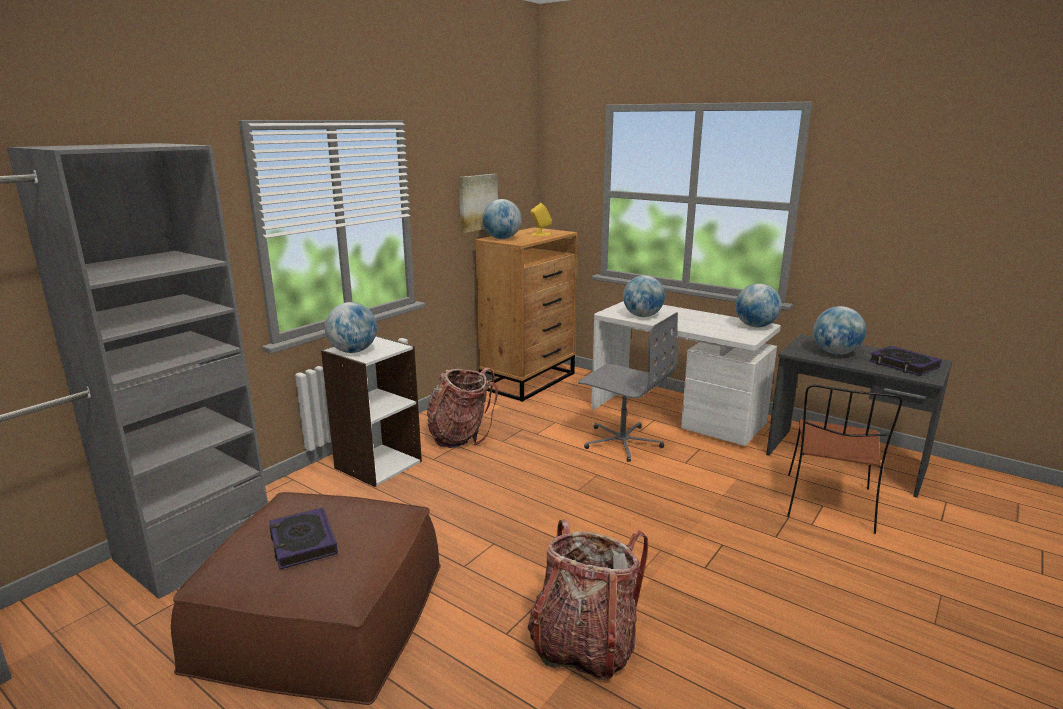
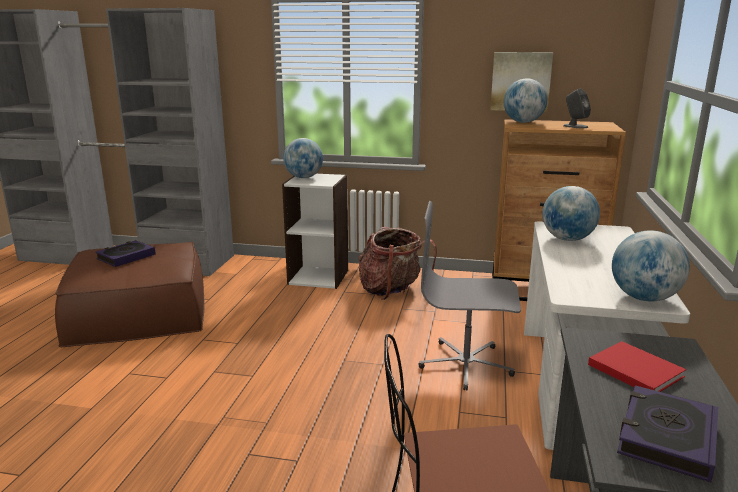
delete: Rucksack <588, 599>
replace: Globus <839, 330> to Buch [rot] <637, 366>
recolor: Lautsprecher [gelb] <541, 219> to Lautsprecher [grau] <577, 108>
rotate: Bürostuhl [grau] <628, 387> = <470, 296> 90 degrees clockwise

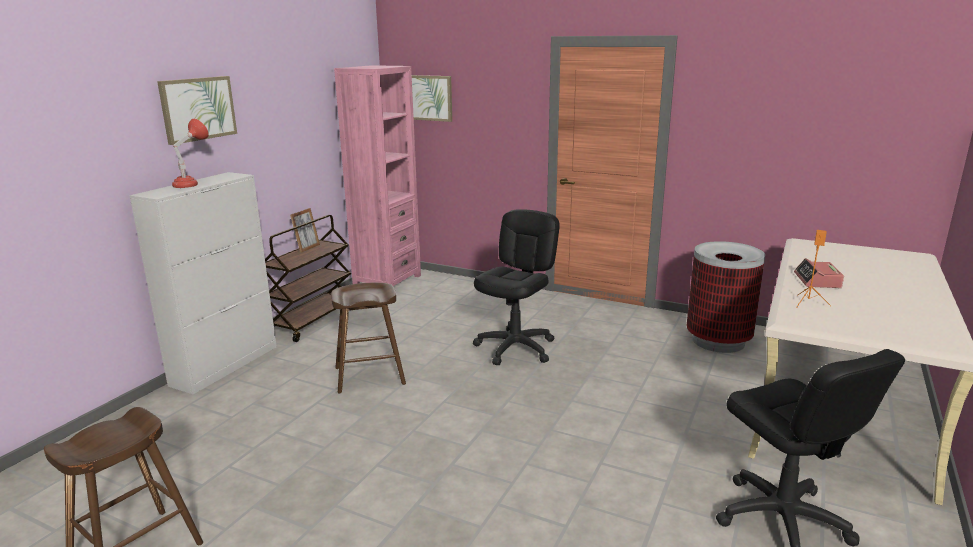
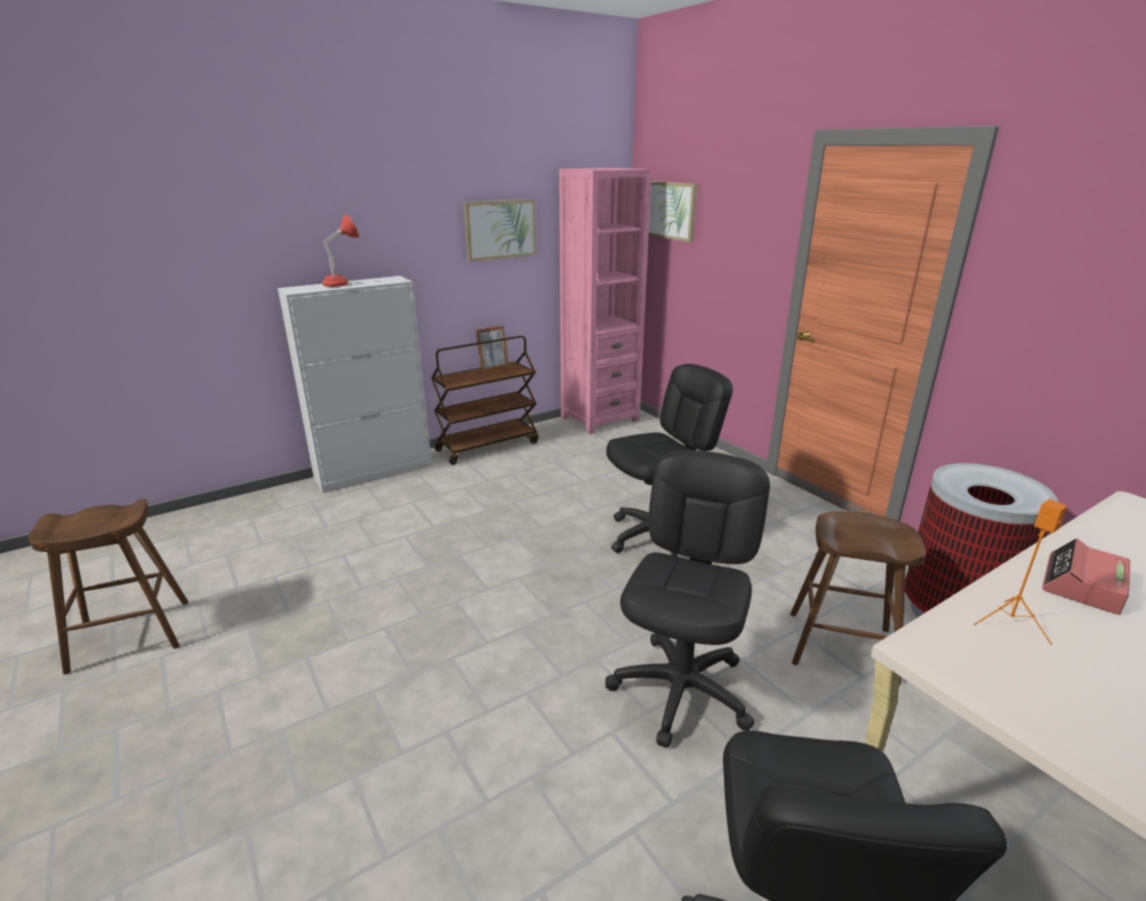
insert: Bürostuhl [schwarz] <687, 599>
move: Bild <197, 110> to <500, 230>; Hocker [braun] <368, 338> to <858, 598>

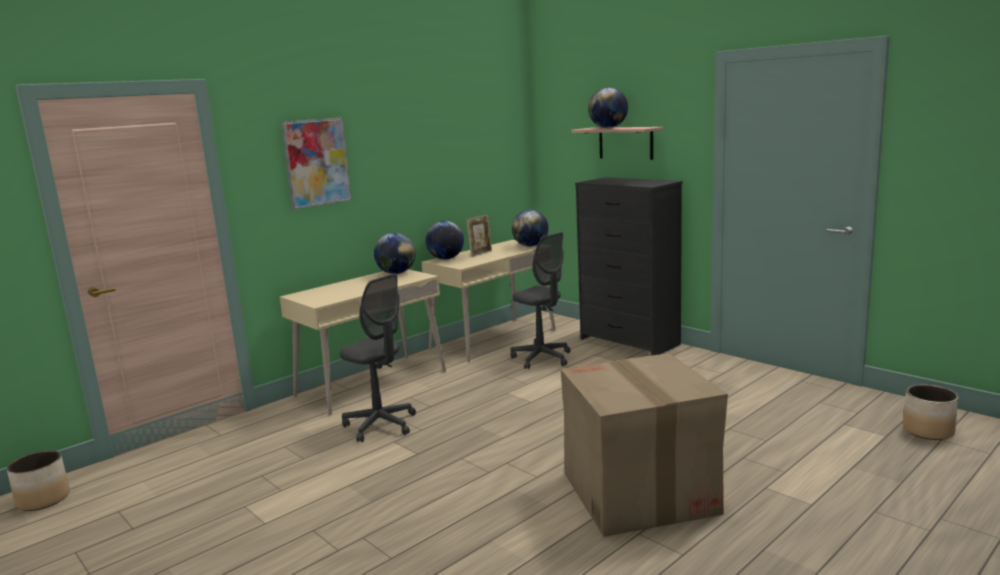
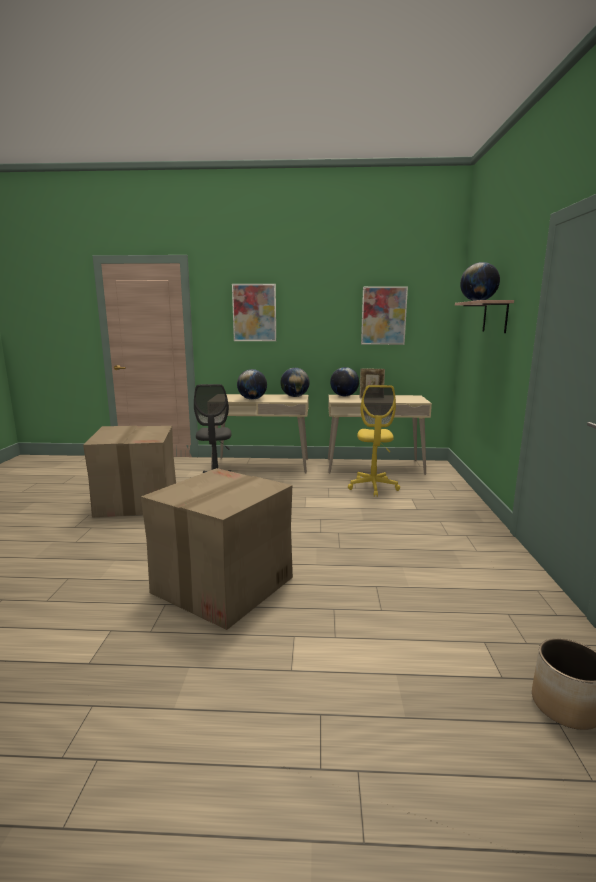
delete: Kommode [schwarz] <628, 266>; Pflanzkübel <38, 480>
insert: Bild <384, 315>; Karton <129, 472>
move: Globus <530, 228> to <252, 384>
recolor: Bürostuhl [grau] <541, 300> to Bürostuhl [gelb] <374, 441>

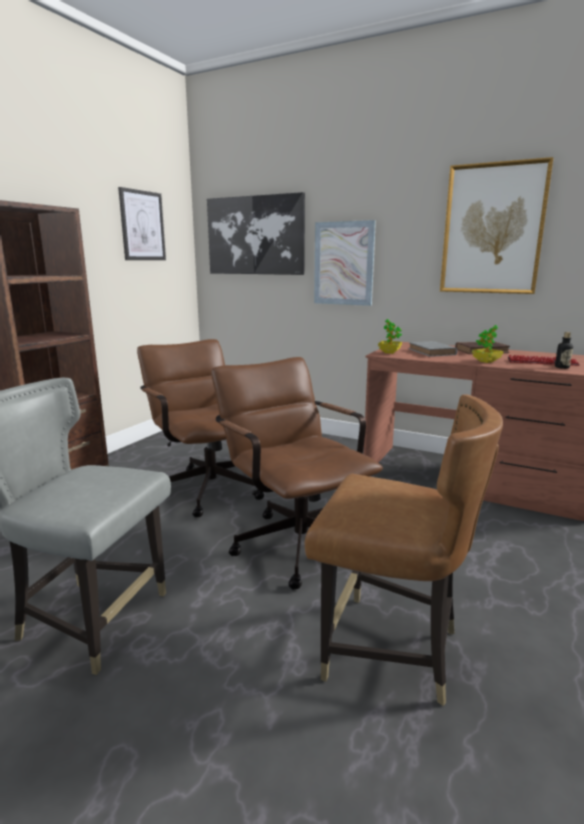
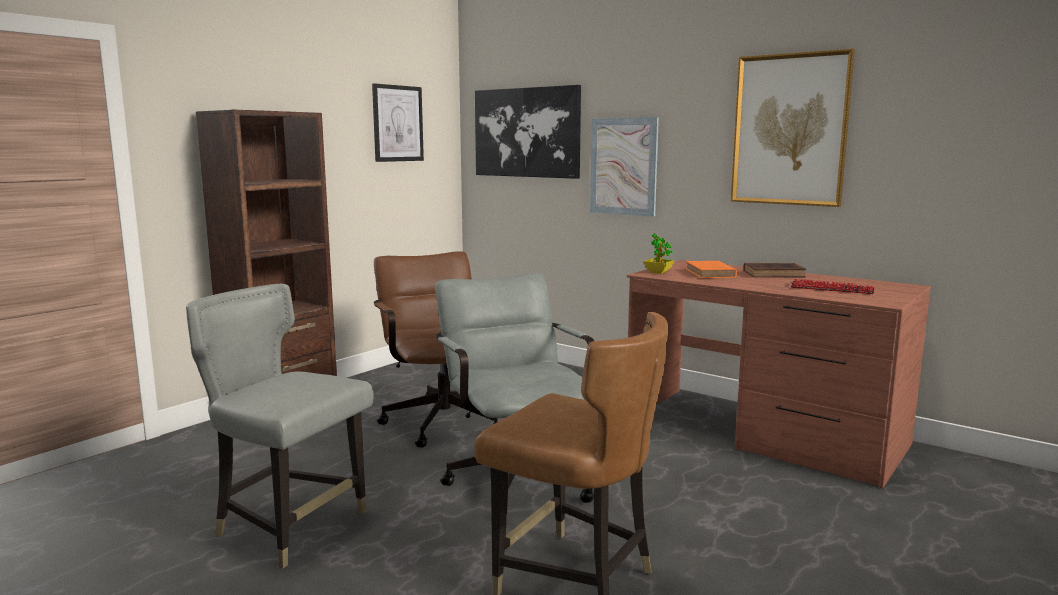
delete: Topfpflanze <488, 344>; Flasche <564, 350>
recolor: Buch [grau] <433, 349> to Buch [orange] <711, 269>; Bürostuhl [braun] <297, 473> to Bürostuhl [grau] <514, 388>

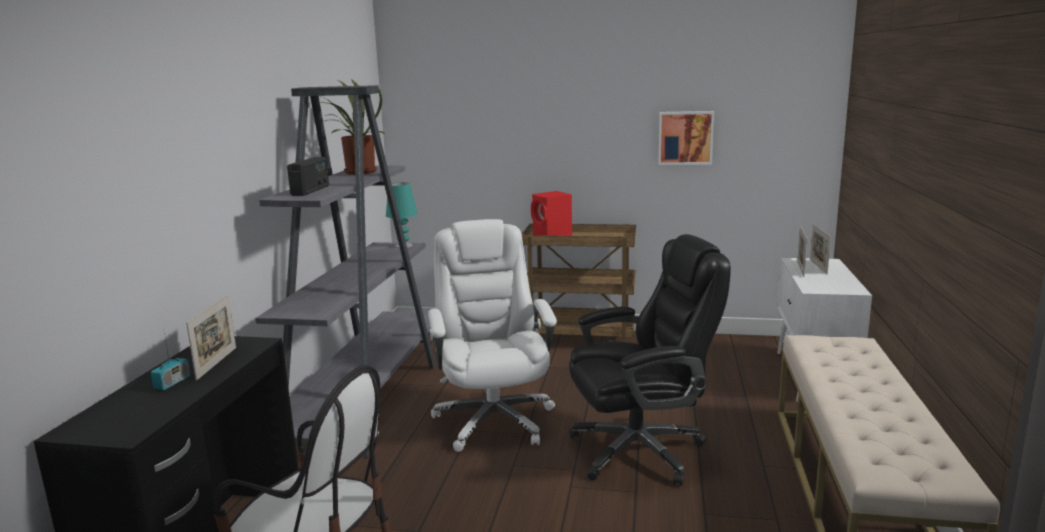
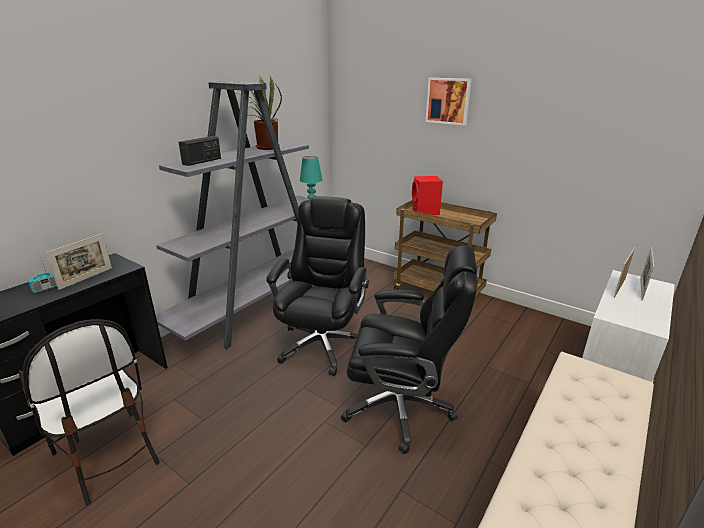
move: Bild <686, 138> to <449, 101>
recolor: Bürostuhl [weiß] <492, 335> to Bürostuhl [schwarz] <317, 286>

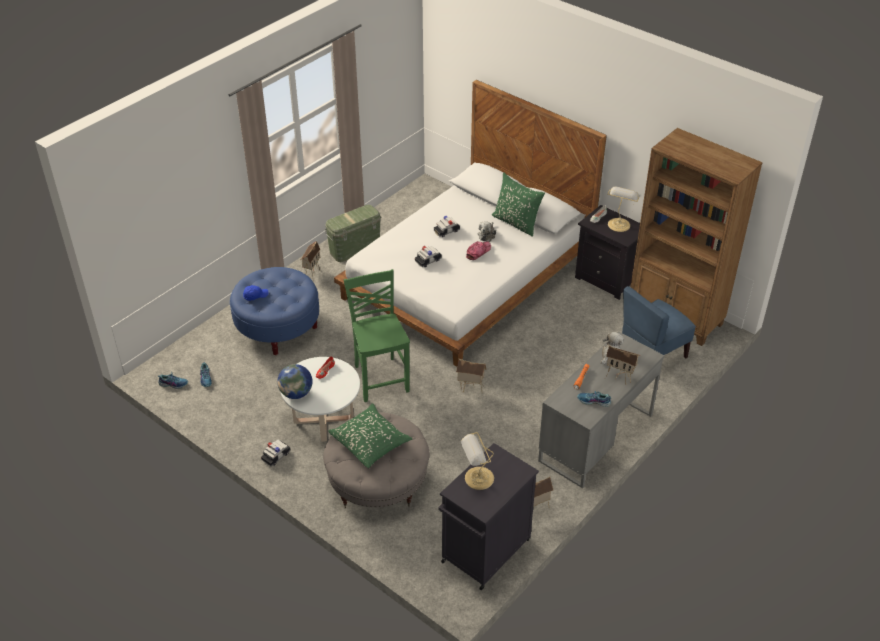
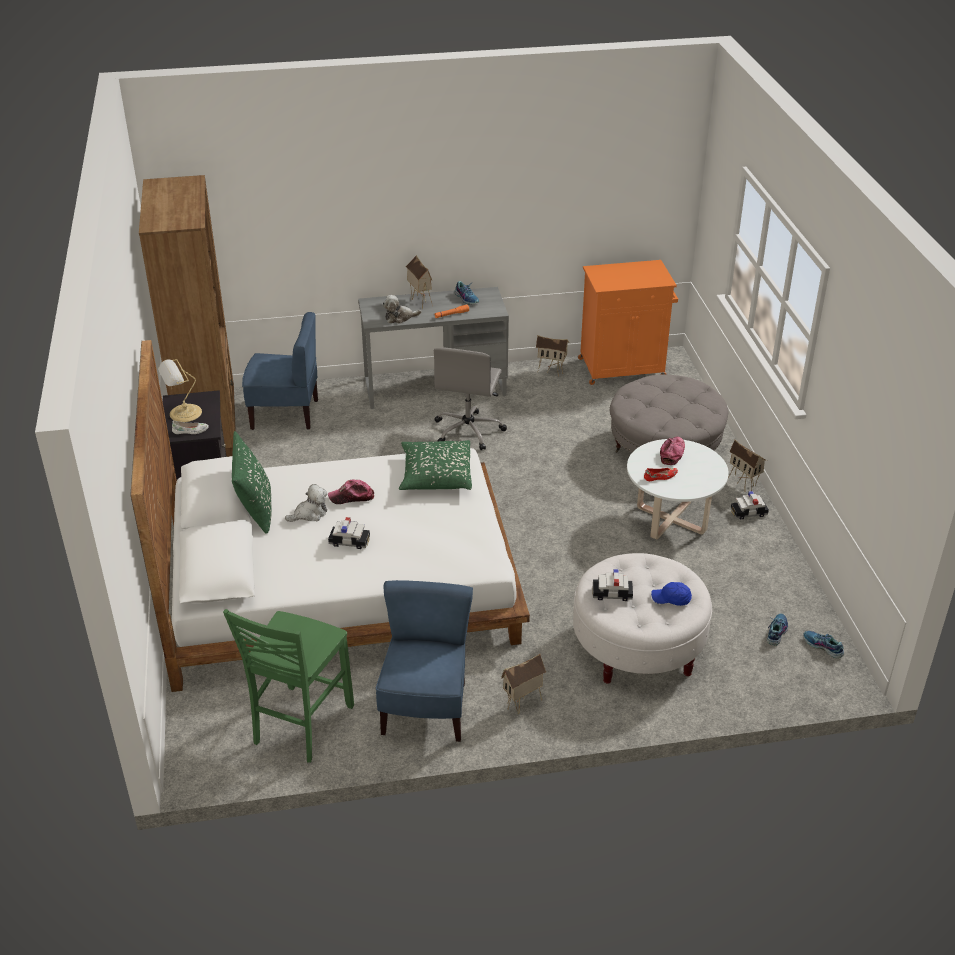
delete: Globus <295, 381>; Tischlampe <477, 461>
insert: Bürostuhl [grau] <470, 398>; Kappe <672, 451>
move: Spielzeugauto <428, 256> to <612, 585>; Stuhl [grün] <377, 335> to <288, 686>; Spielzeughaus <471, 375> to <747, 465>; Kissen [grün] <370, 436> to <435, 465>
replace: Aufbewahrungsbox [grün] <353, 233> to Stuhl [blau] <424, 661>
recolor: Polsterhocker [blau] <274, 311> to Polsterhocker [weiß] <642, 618>; Schrank [schwarz] <489, 516> to Schrank [orange] <628, 322>

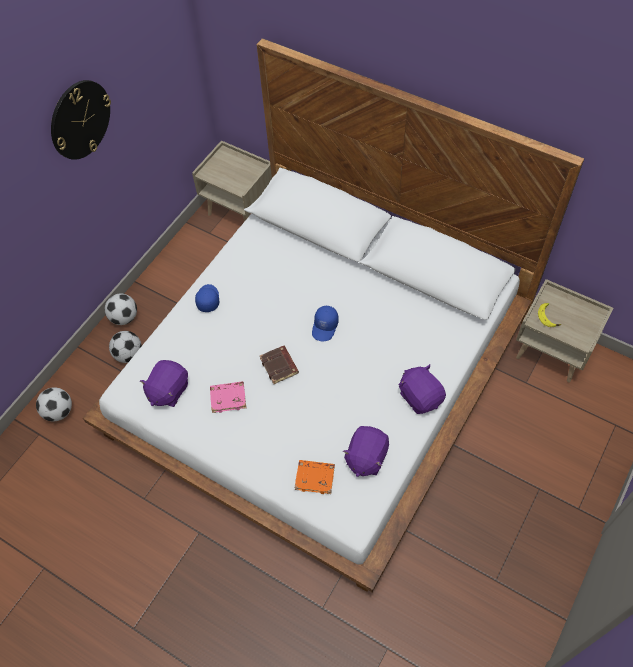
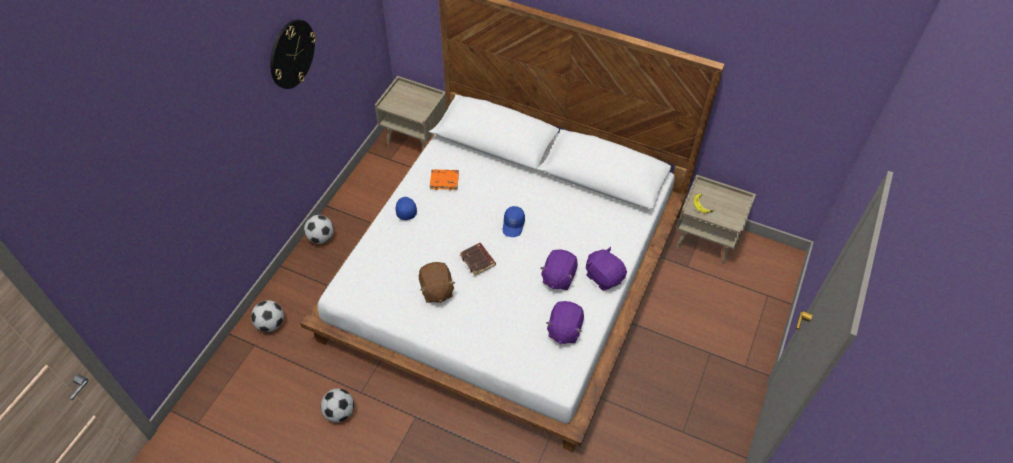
move: Fußball <125, 347> to <337, 405>; Plüschtier [lila] <164, 383> to <559, 269>; Buch [orange] <315, 477> to <444, 179>
replace: Buch [rosa] <228, 397> to Plüschtier [braun] <437, 282>

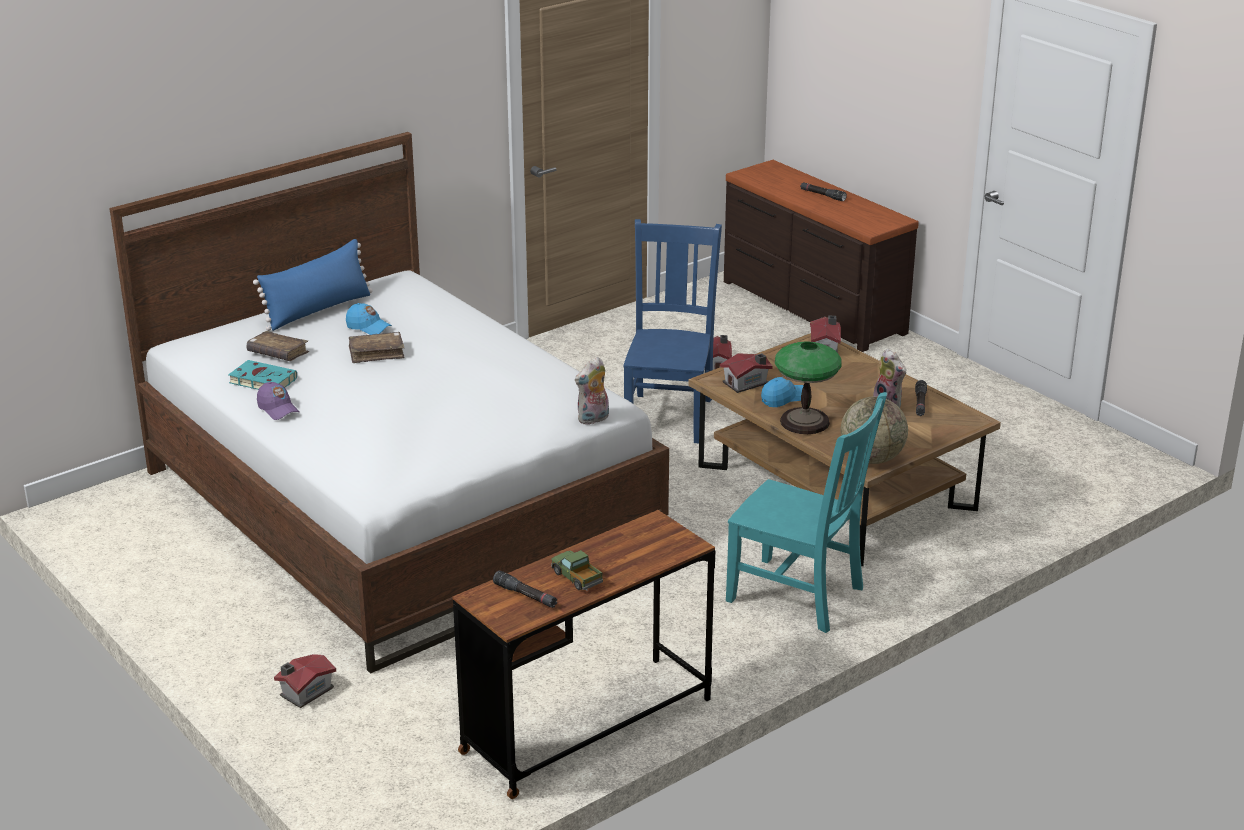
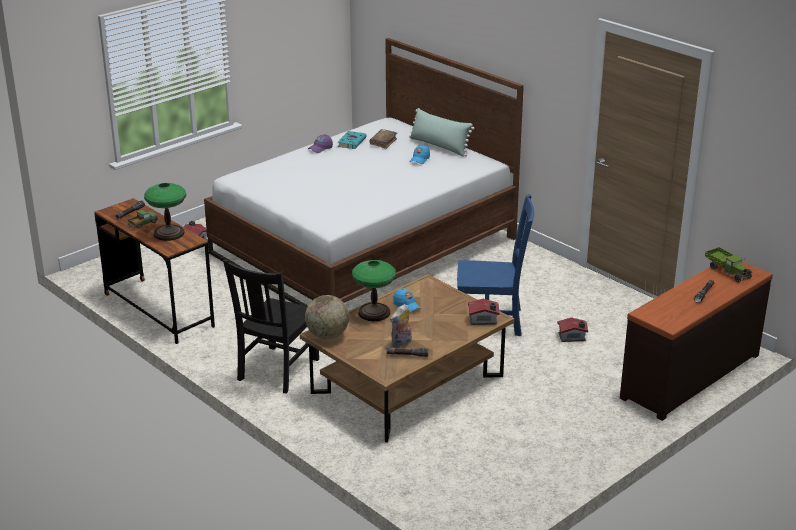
delete: Buch [braun] <377, 347>; Spielzeughaus <746, 373>; Plüschtier <592, 391>
insert: Tischlampe <165, 212>; Spielzeuglaster <728, 265>
recolor: Kissen [blau] <313, 285> to Kissen [grün] <441, 132>; Stuhl [türkis] <806, 512> to Stuhl [schwarz] <271, 326>

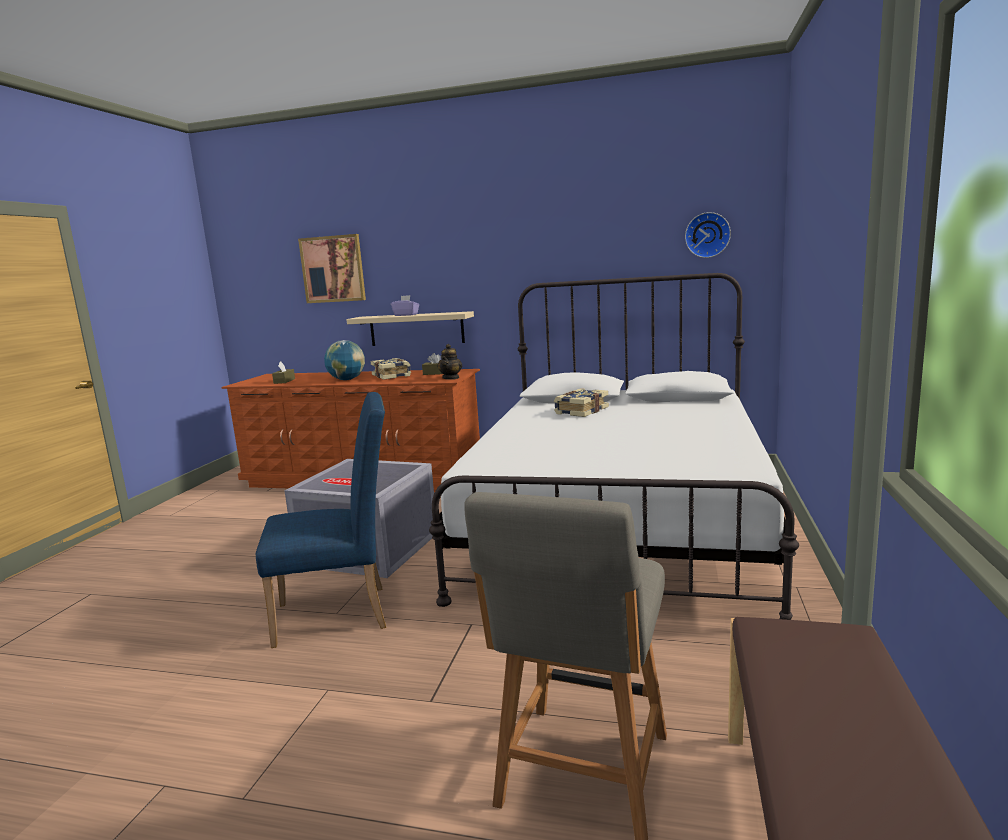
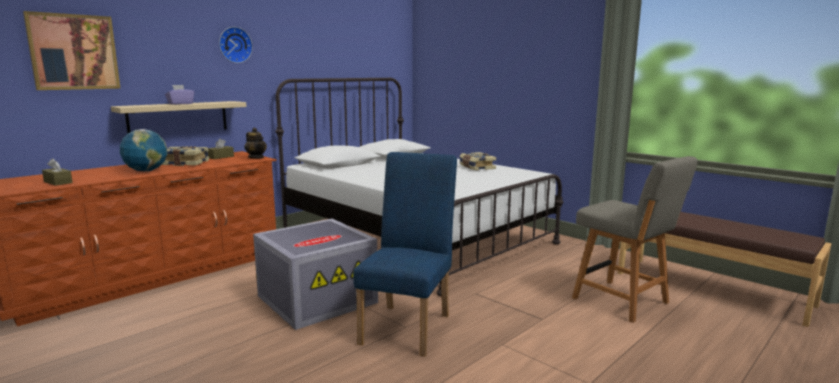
move: Wanduhr <708, 235> to <236, 45>; Buch <581, 402> to <478, 161>

